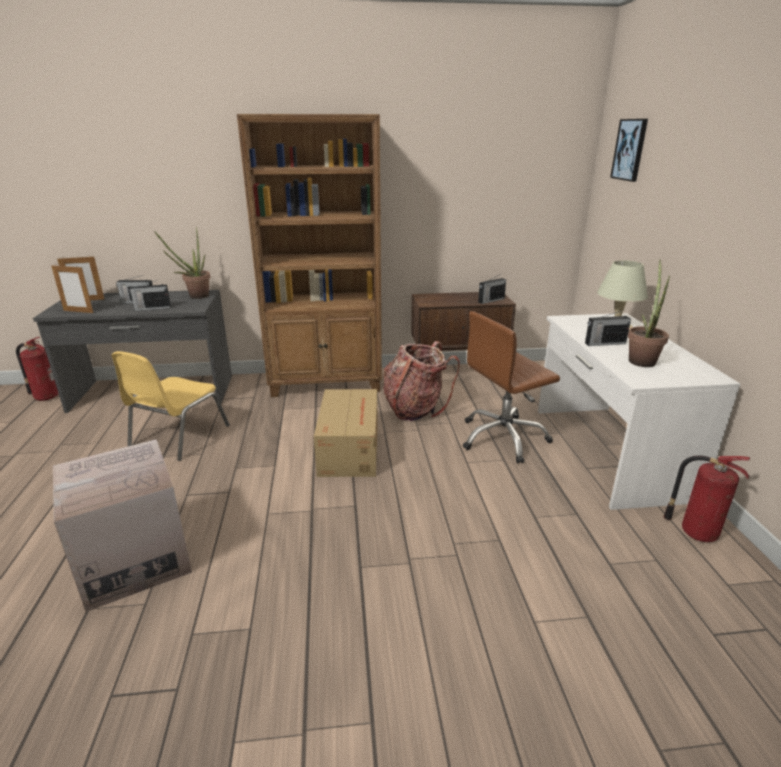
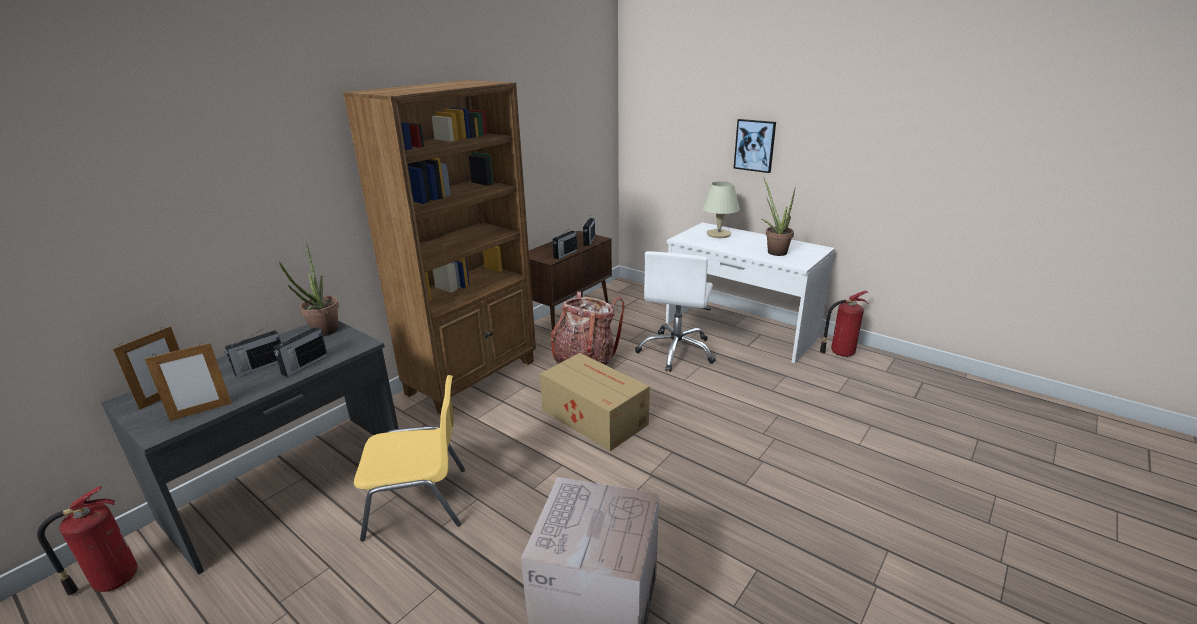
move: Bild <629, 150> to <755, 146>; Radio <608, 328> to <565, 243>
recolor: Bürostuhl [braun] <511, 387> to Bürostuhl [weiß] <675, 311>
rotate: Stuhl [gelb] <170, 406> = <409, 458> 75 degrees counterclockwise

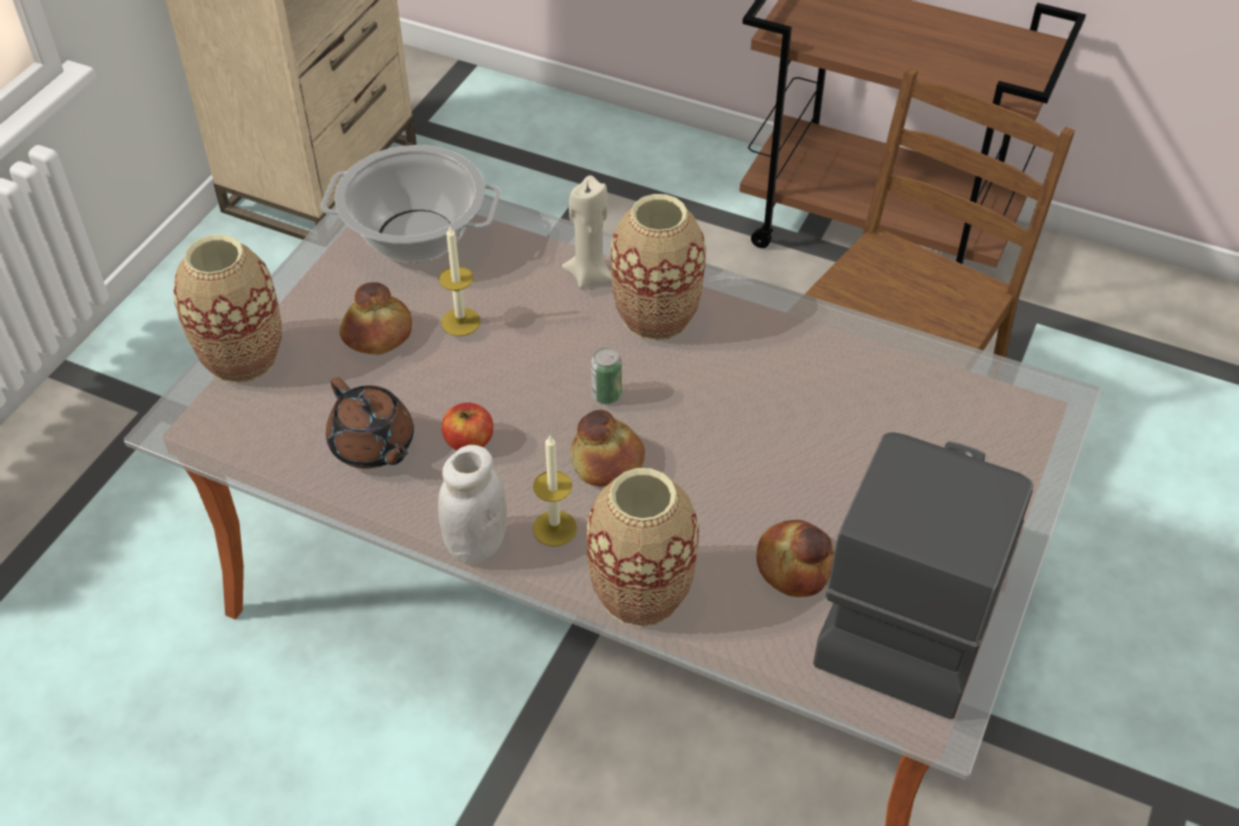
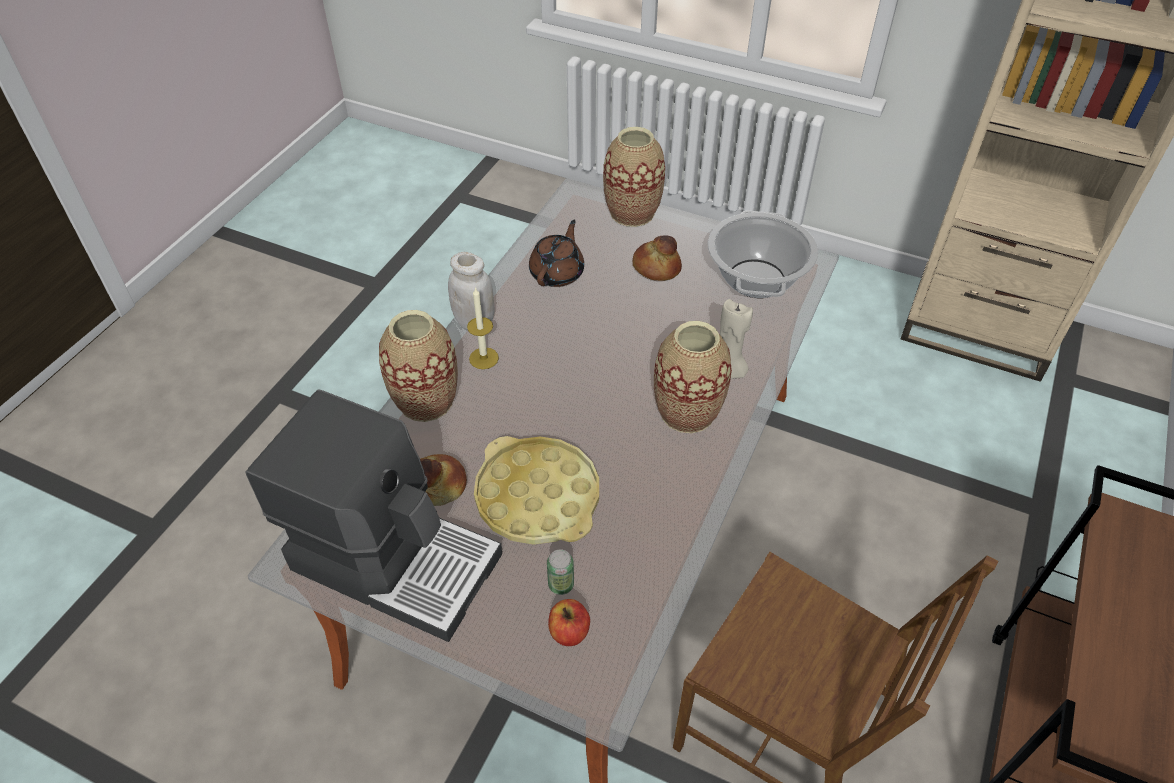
delete: Kerze <459, 281>; Brot <607, 448>
insert: Tablett [gelb] <536, 490>
move: Dose <606, 375> to <560, 572>; Apfel <467, 426> to <569, 622>
rotate: Teekanne [braun] <370, 422> = <556, 253> 150 degrees clockwise

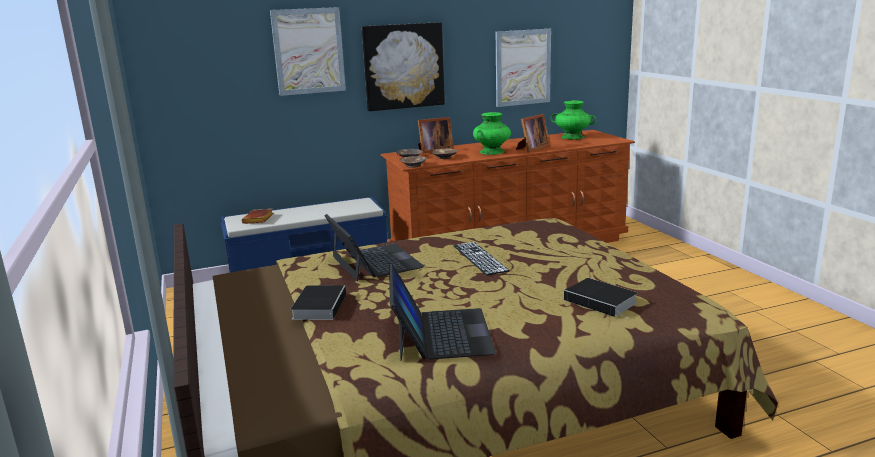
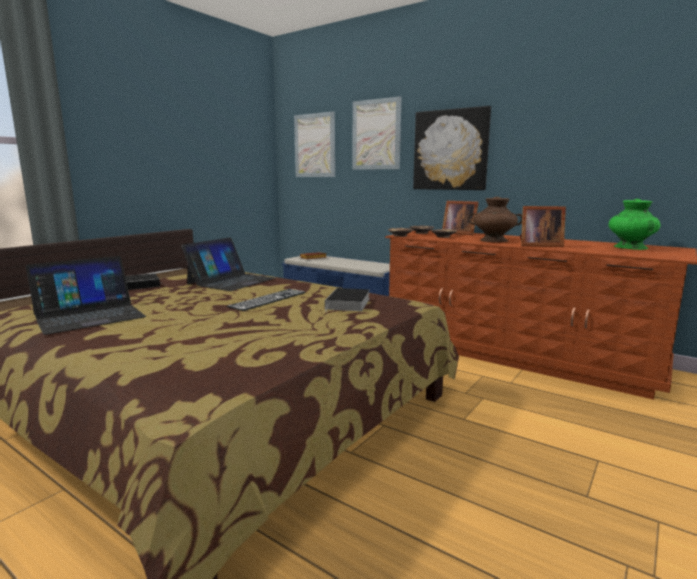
move: Bild <523, 68> to <314, 144>; Buch <601, 298> to <347, 300>
recolor: Vase [grün] <492, 133> to Vase [braun] <495, 219>

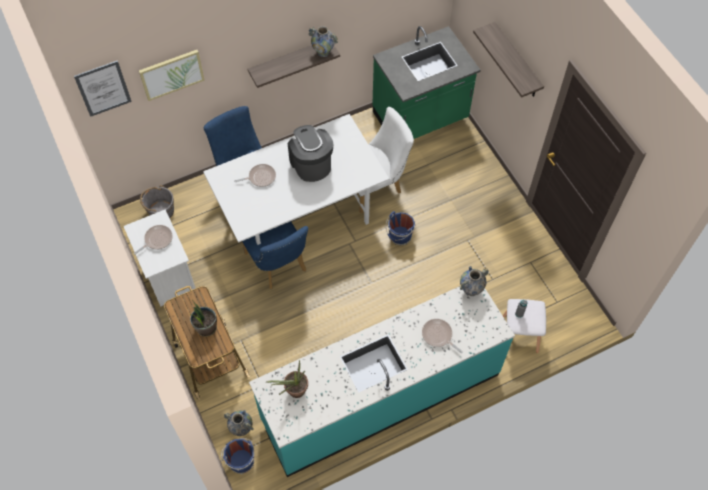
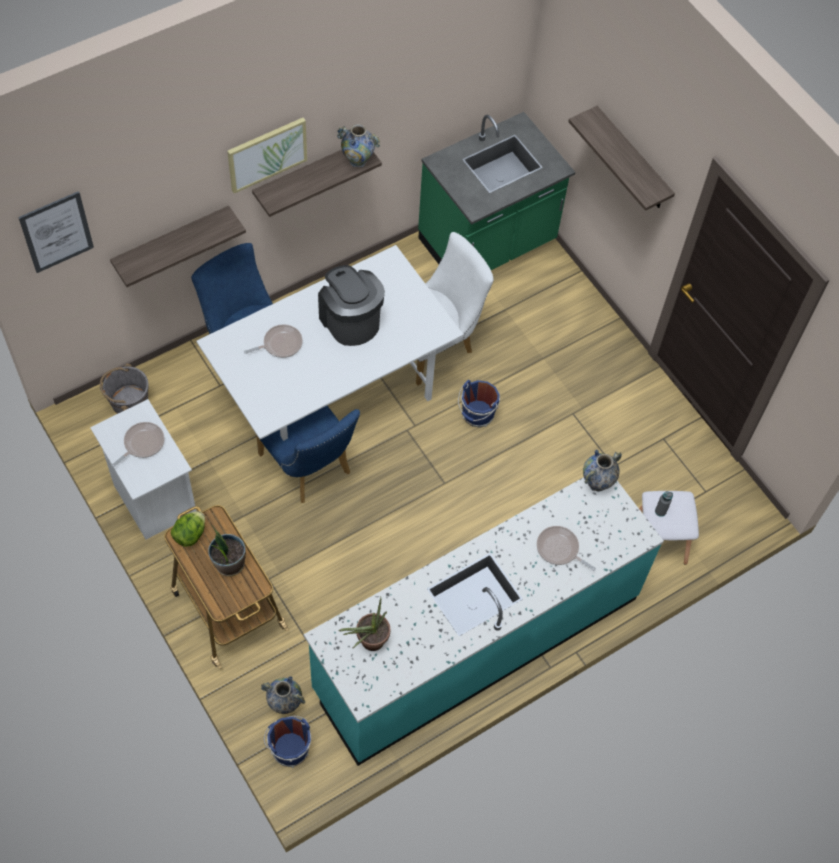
insert: Wandregal <178, 246>; Salatkopf <188, 529>
move: Bild <172, 75> to <267, 156>

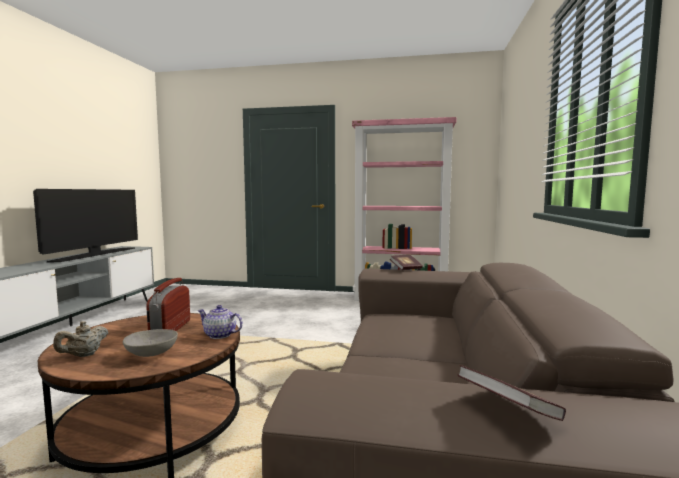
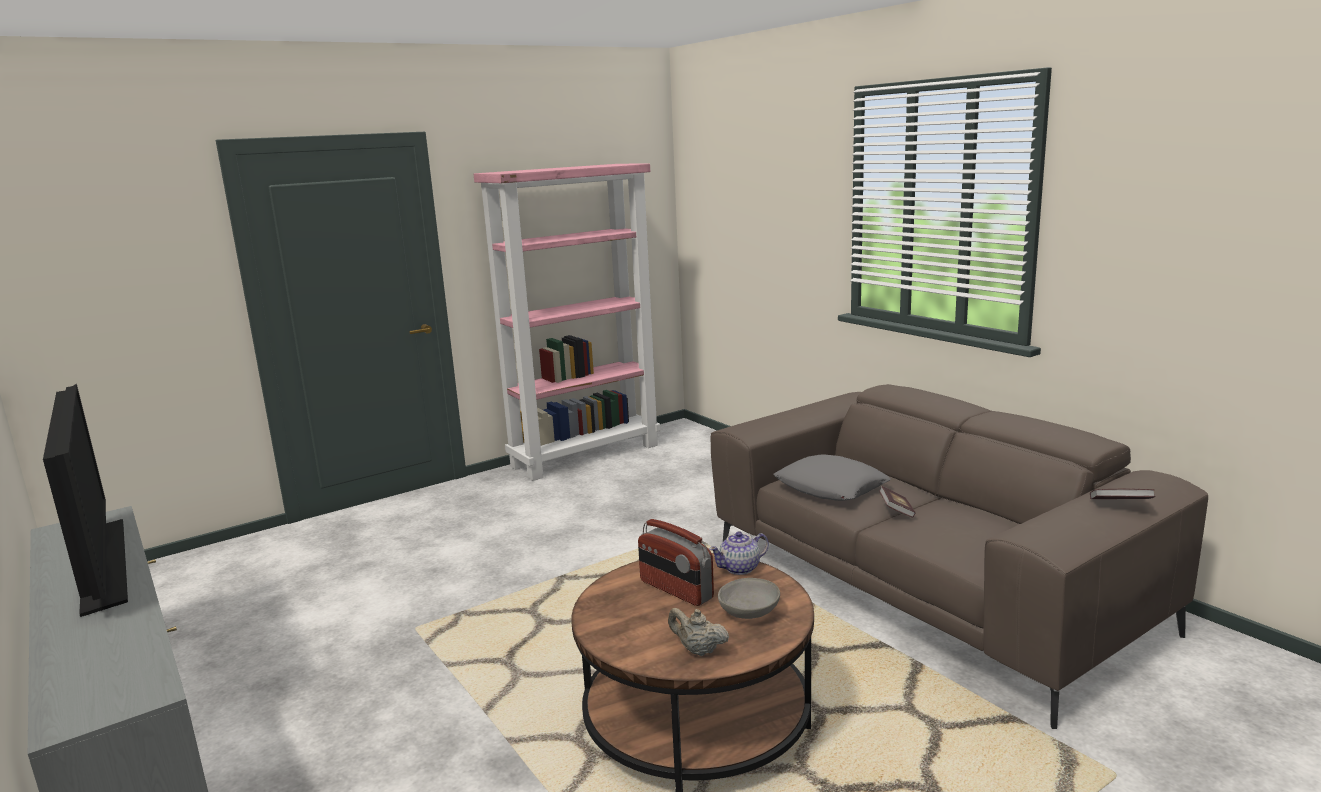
insert: Kissen [grau] <832, 477>
move: Buch <406, 262> to <897, 502>
rotate: Teekanne [beige] <80, 339> = <698, 632> 135 degrees clockwise

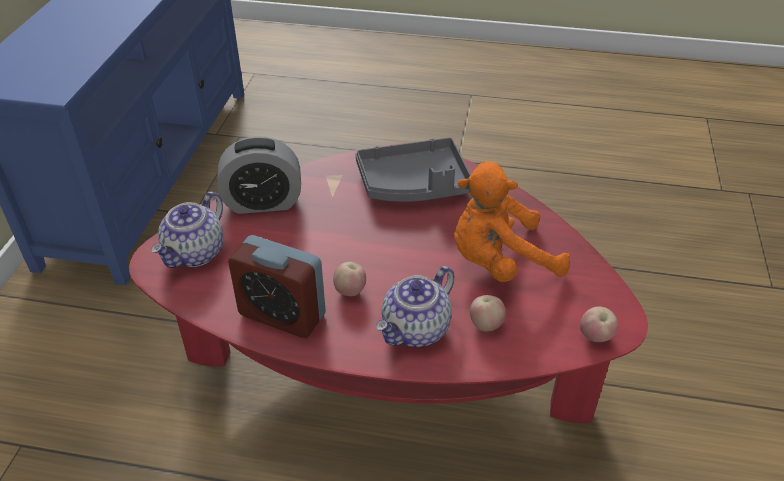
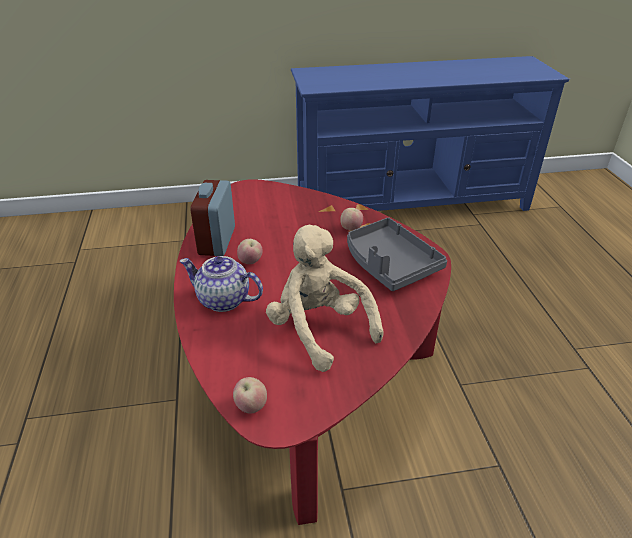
delete: Wecker <259, 175>; Teekanne <187, 230>
move: Apfel <488, 313> to <351, 219>
recolor: Plüschtier [orange] <512, 221> to Plüschtier [beige] <325, 298>

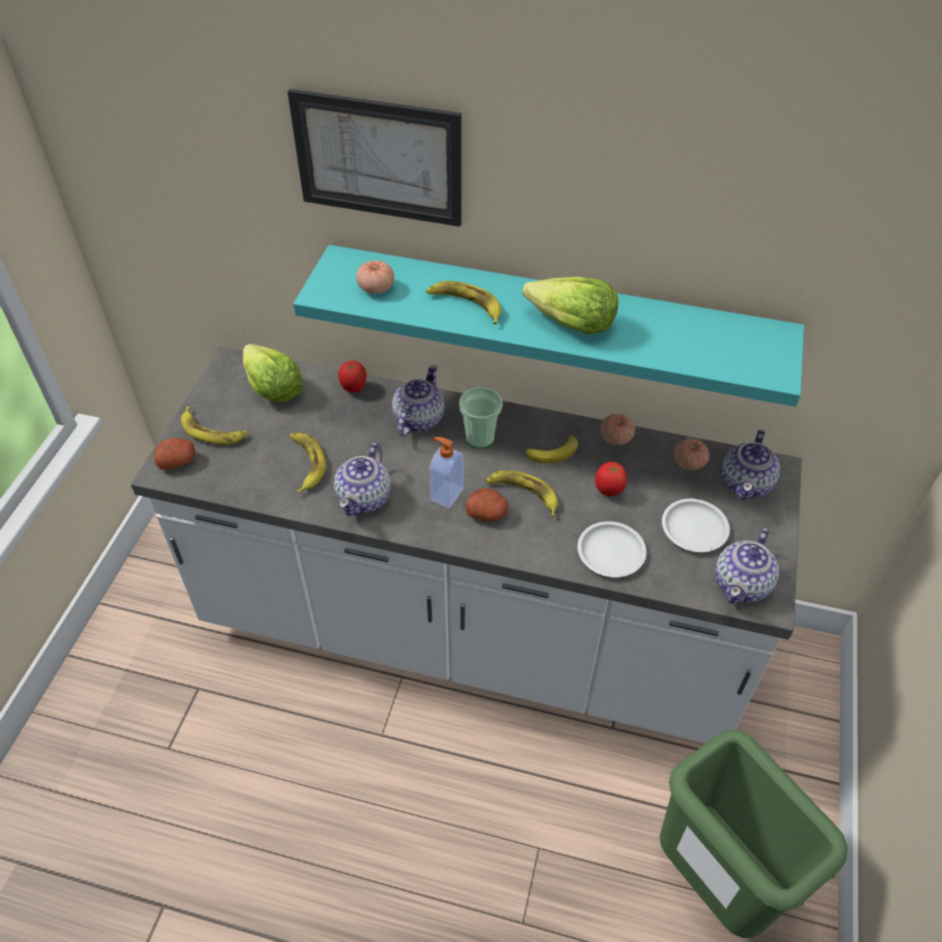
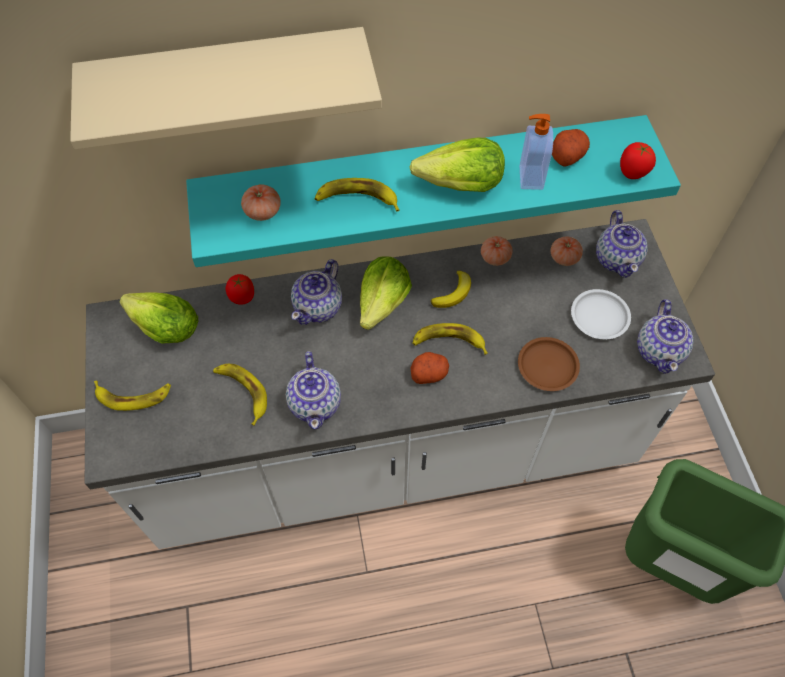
move: Seifenspender <446, 472> to <536, 152>; Kartoffel <174, 454> to <571, 148>; Tomate <611, 479> to <638, 160>
replace: Bild <374, 158> to Wandregal [beige] <226, 88>; Tasse <481, 418> to Salatkopf <386, 293>
recolor: Teller [weiß] <612, 549> to Teller [braun] <549, 364>
rotate: Teekanne <418, 401> = <316, 292> 150 degrees counterclockwise

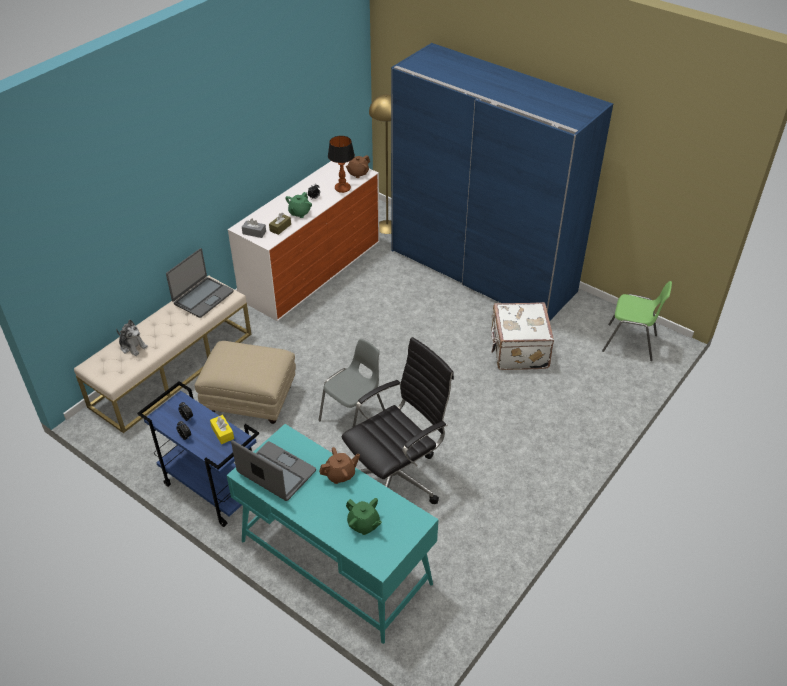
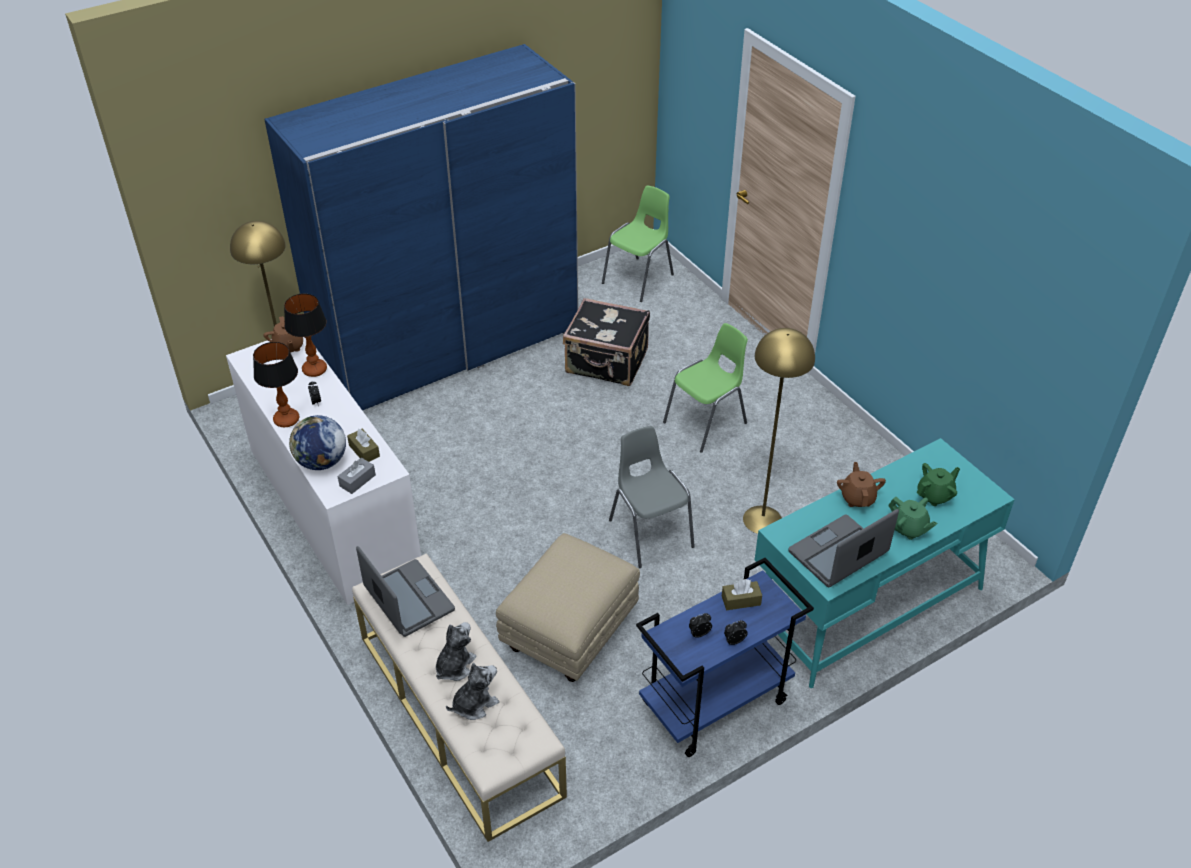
insert: Stuhl [grün] <705, 388>; Tischlampe <276, 384>; Globus <317, 442>; Plüschtier <456, 651>
move: Teekanne [grün] <298, 205> to <912, 518>
replace: Bürostuhl [schwarz] <398, 420> to Stehlampe [gelb] <779, 431>
recolor: Koffer [weiß] <522, 336> to Koffer [schwarz] <606, 342>; Taschentuchbox [gelb] <222, 429> to Taschentuchbox [braun] <742, 594>

